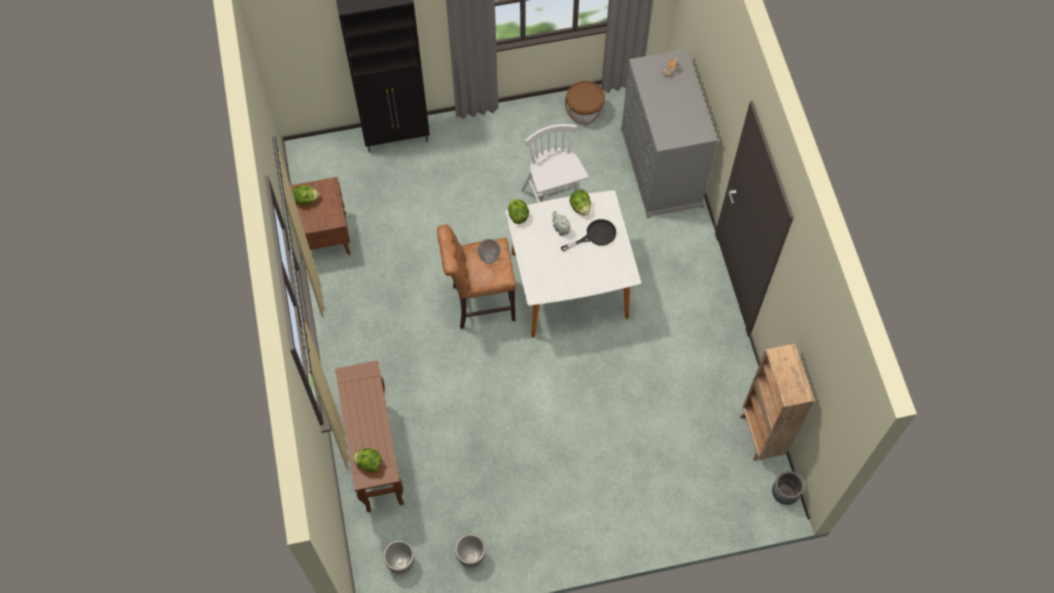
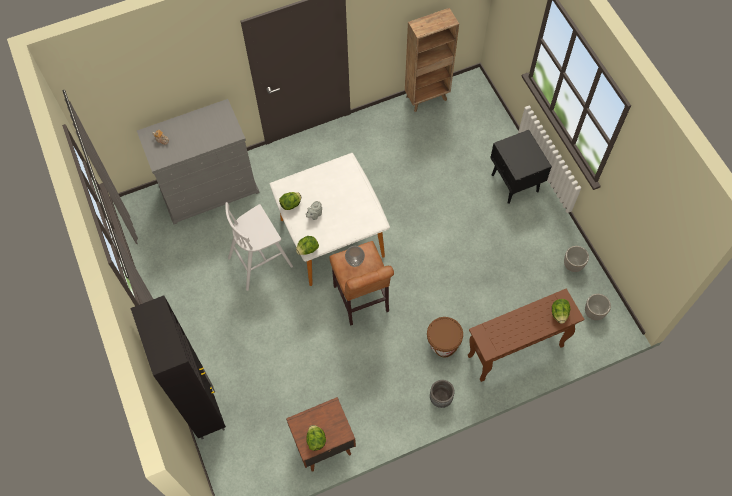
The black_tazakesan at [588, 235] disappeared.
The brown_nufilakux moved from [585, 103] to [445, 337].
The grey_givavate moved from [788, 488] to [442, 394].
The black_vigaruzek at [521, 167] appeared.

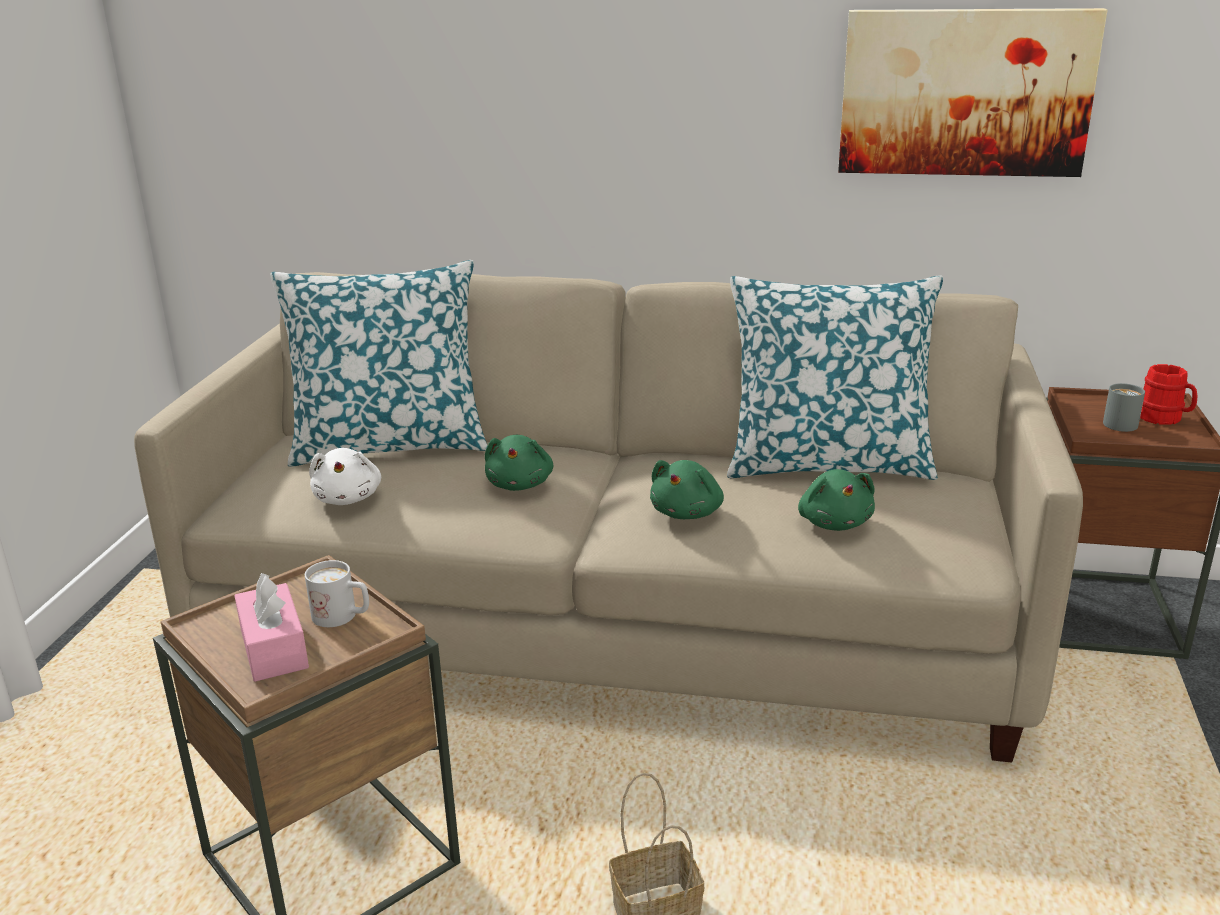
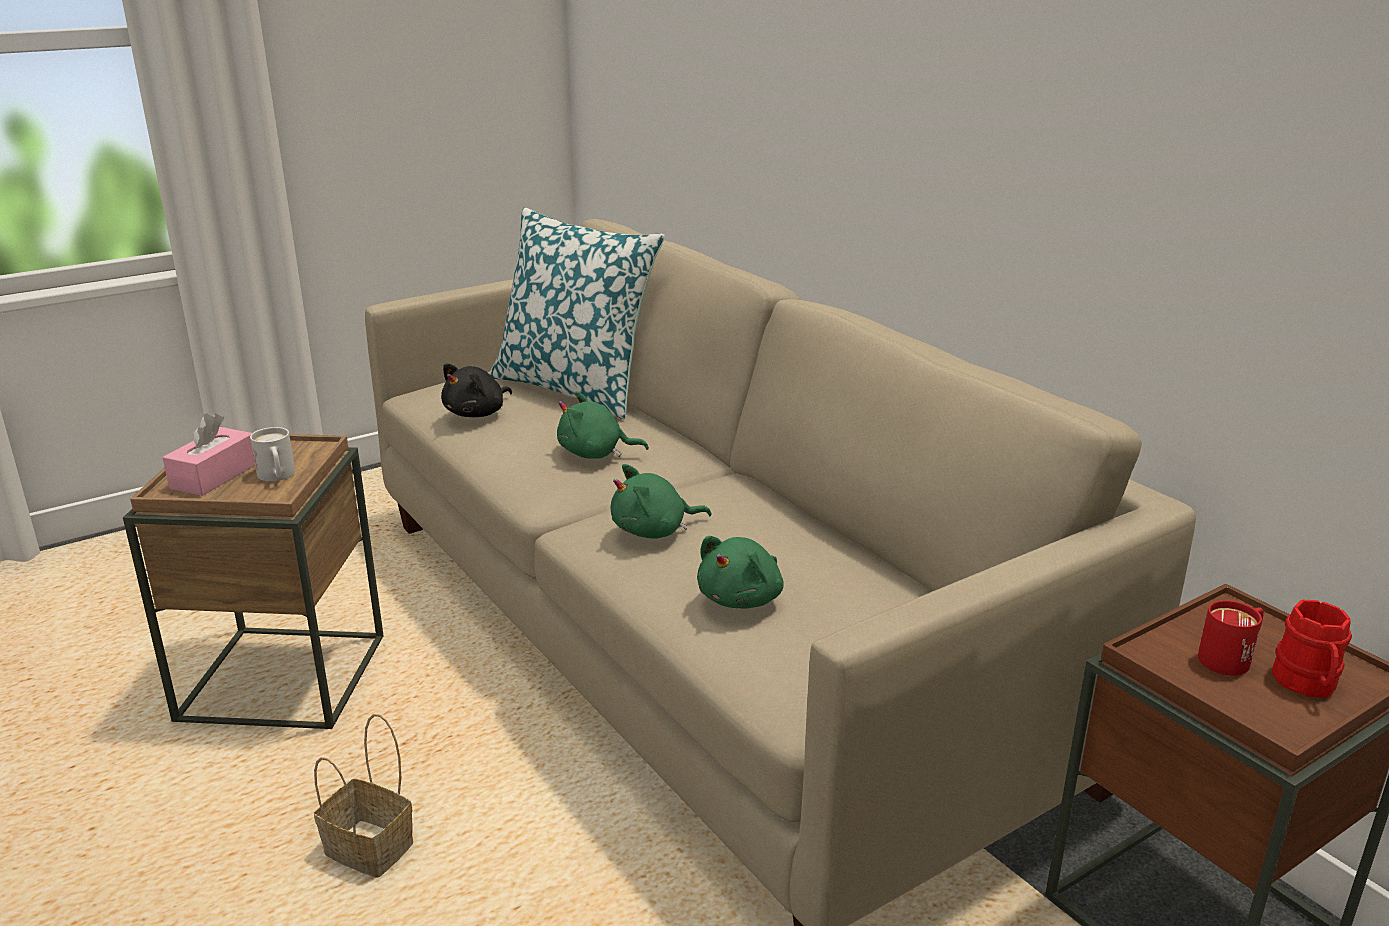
The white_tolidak at [345, 476] became the black_tolidak at [476, 390].
The green_tolidak at [519, 463] turned 45 degrees clockwise.
The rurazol at [835, 377] disappeared.
The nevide at [972, 92] disappeared.
The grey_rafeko at [1124, 407] became the red_rafeko at [1231, 638].

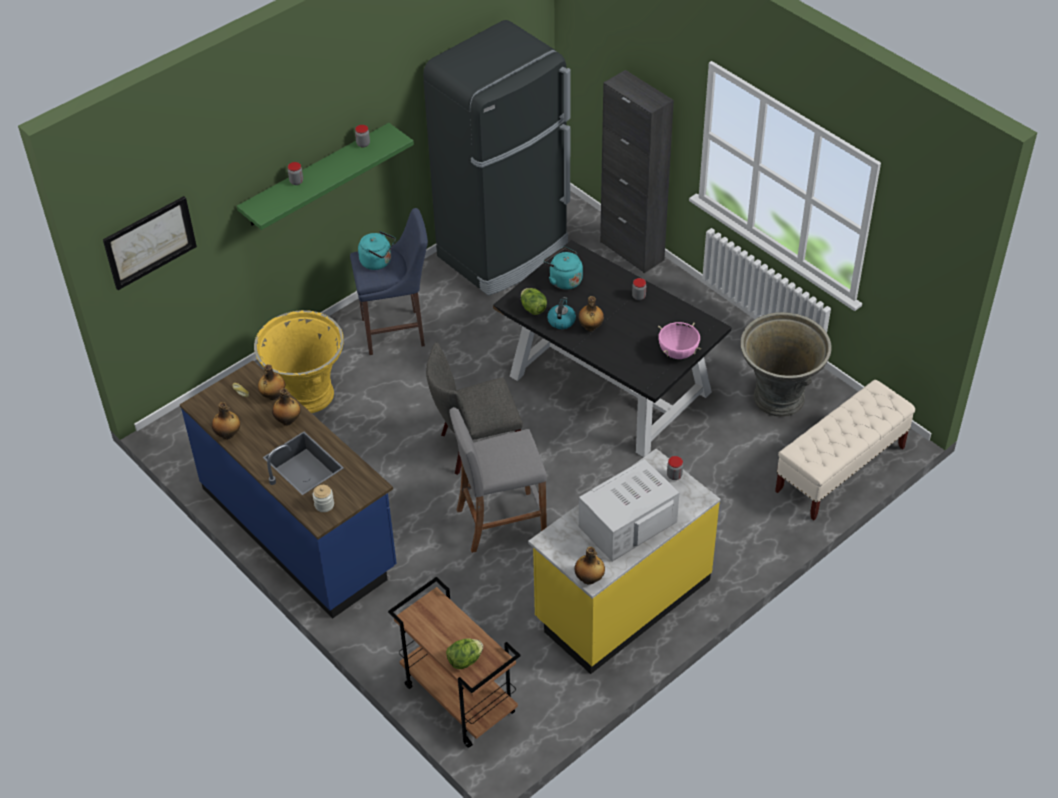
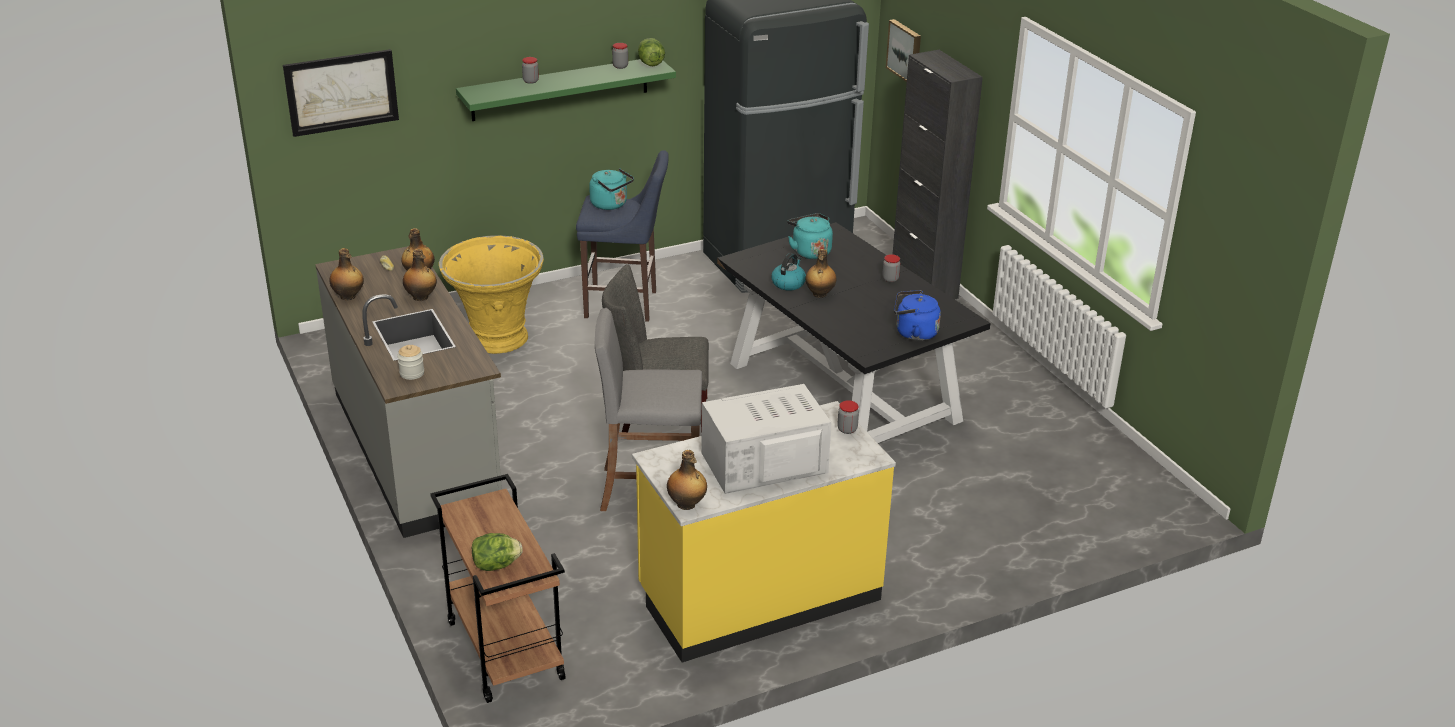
The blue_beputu at [288, 489] became the grey_beputu at [408, 392].
The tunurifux moved from [534, 301] to [651, 52].
The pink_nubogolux at [679, 340] was replaced by the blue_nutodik at [917, 315].
The grey_givavate at [786, 364] disappeared.
The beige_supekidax at [845, 450] disappeared.
The nevide at [903, 50] appeared.

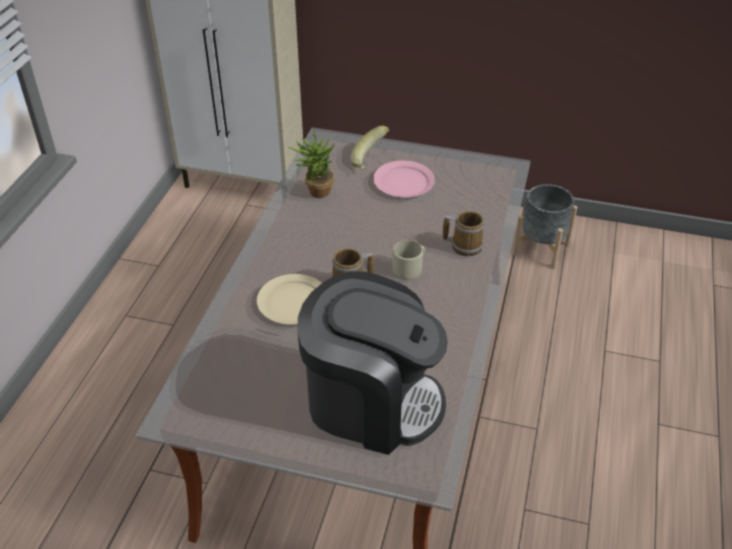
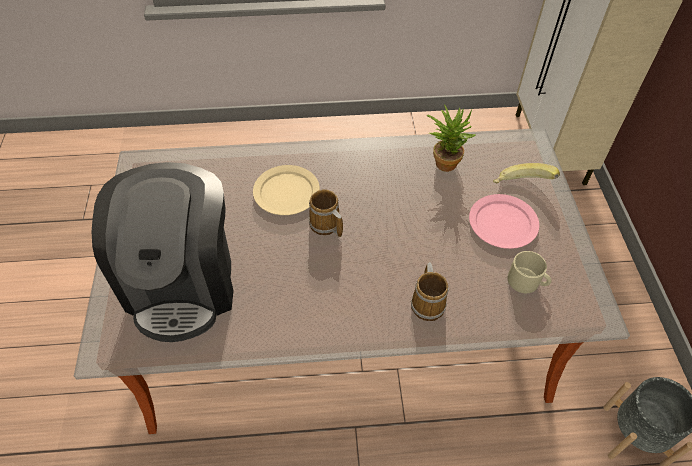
The beige_rafeko moved from [408, 260] to [530, 272].

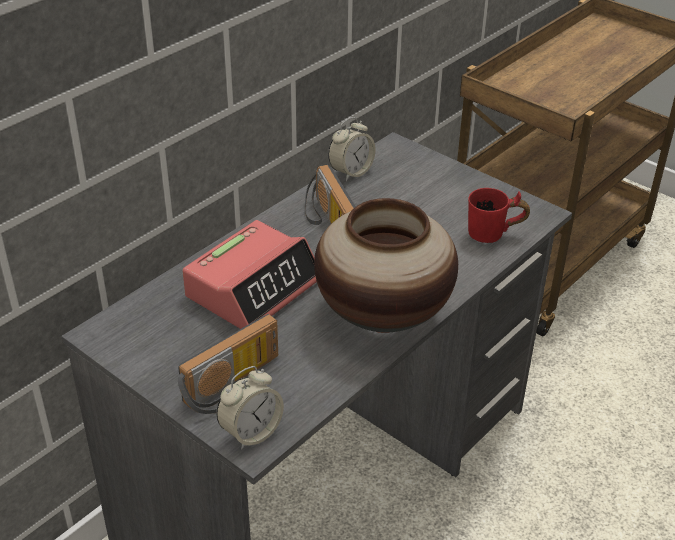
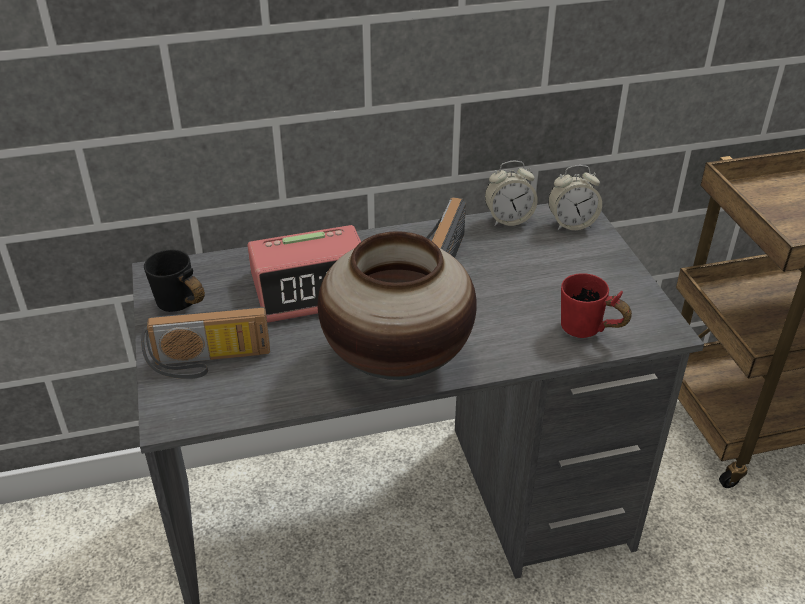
The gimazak moved from [250, 408] to [575, 197].
The black_rafeko at [174, 281] appeared.

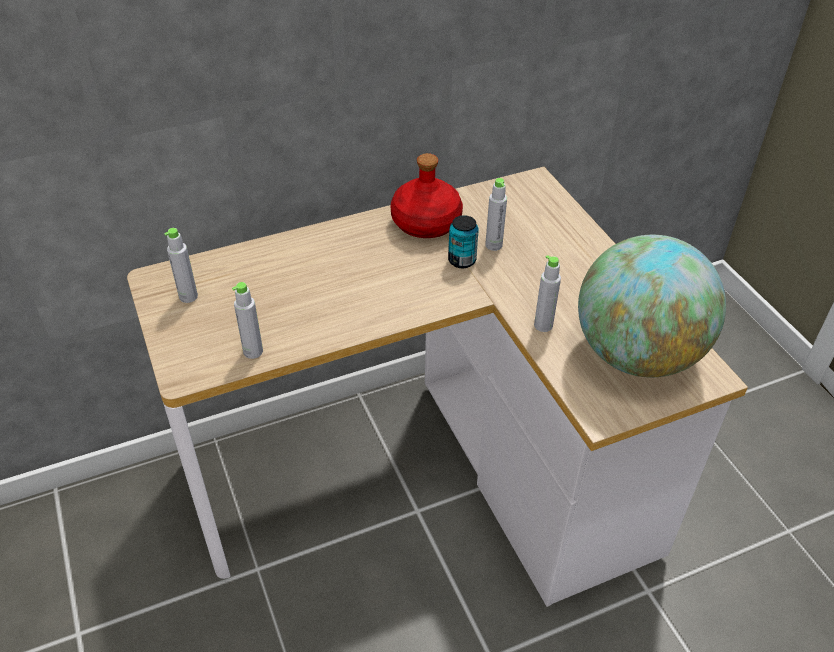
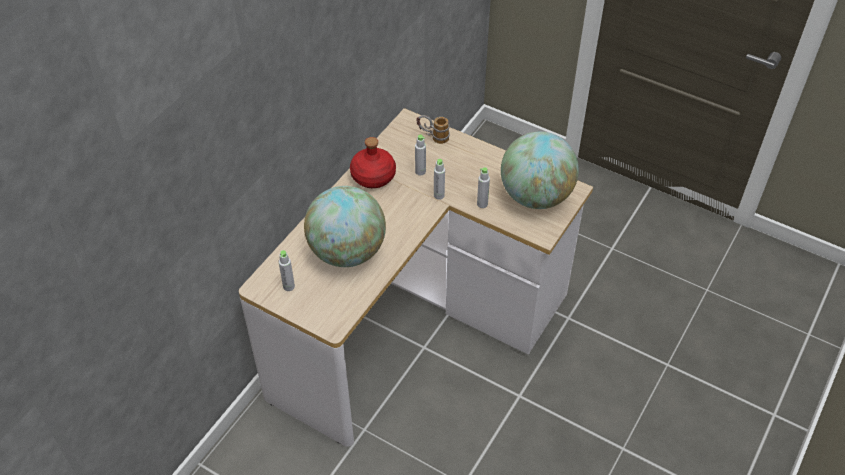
The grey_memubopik moved from [247, 320] to [439, 179].
The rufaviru at [463, 241] disappeared.
The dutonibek at [345, 226] appeared.
The rafeko at [433, 129] appeared.

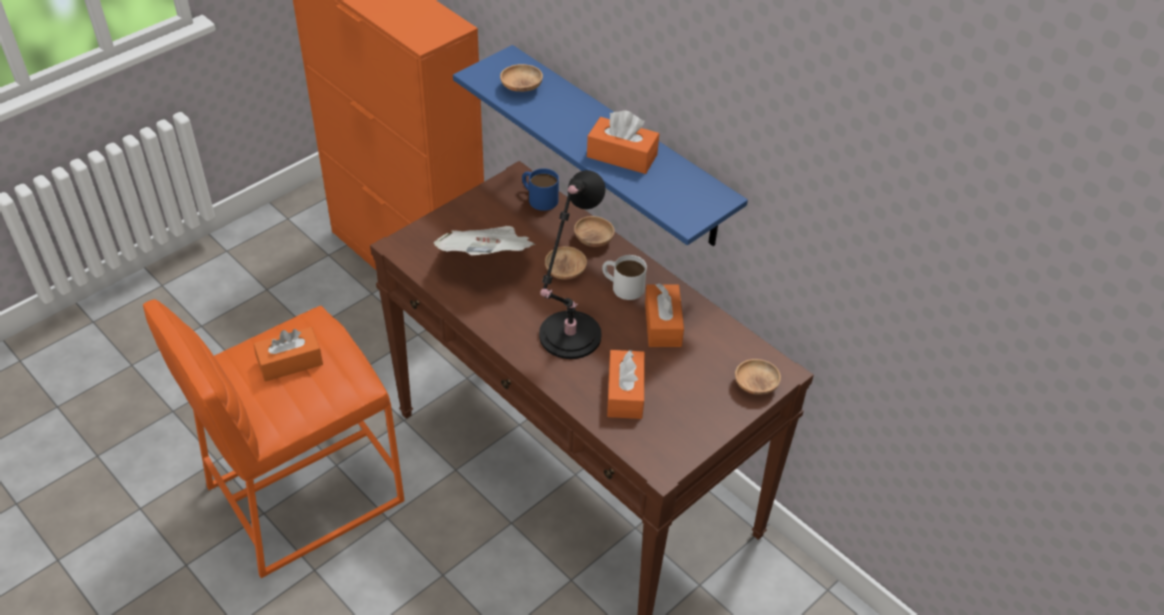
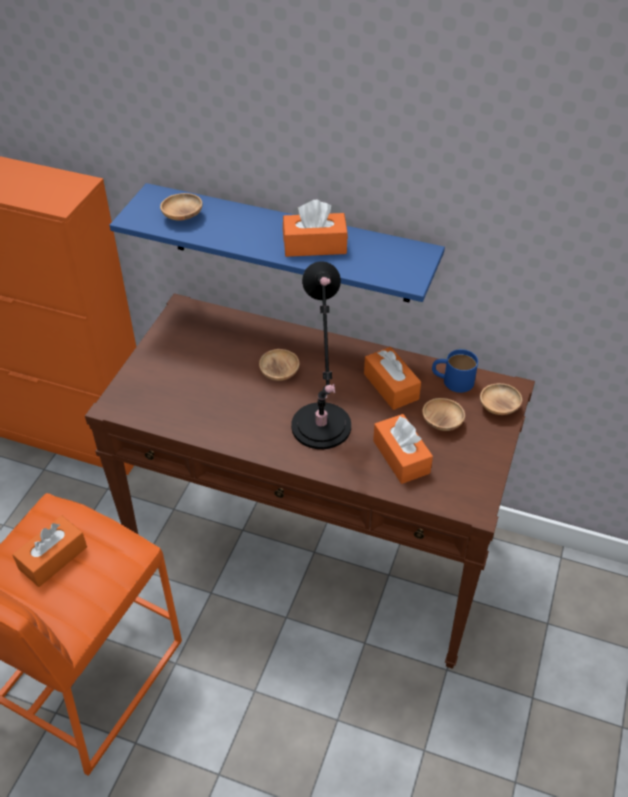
The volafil at [484, 240] disappeared.
The blue_rafeko moved from [540, 189] to [455, 371].
The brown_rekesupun moved from [594, 231] to [443, 414].
The white_rafeko at [624, 277] disappeared.

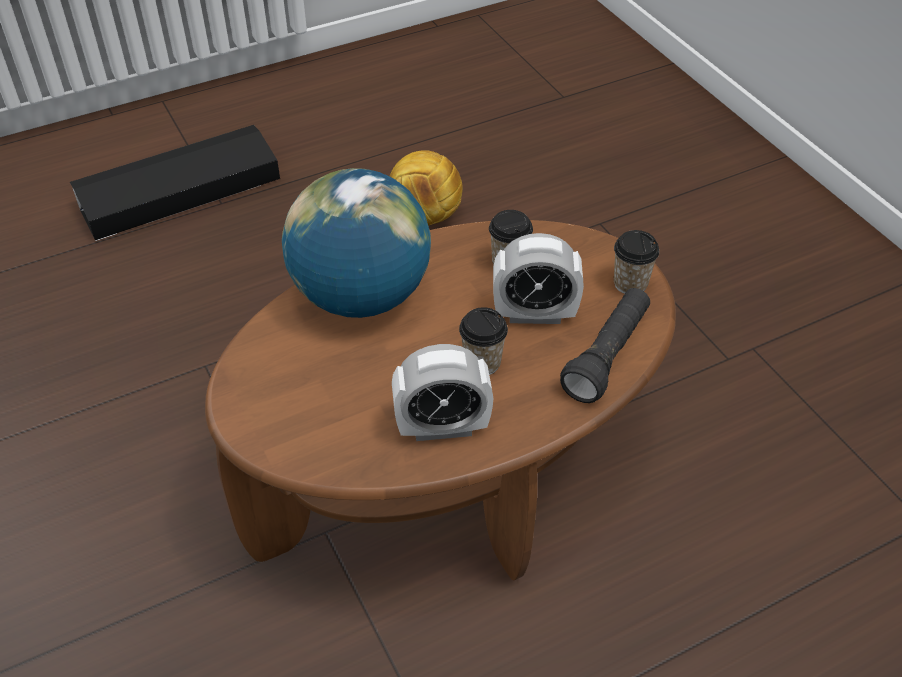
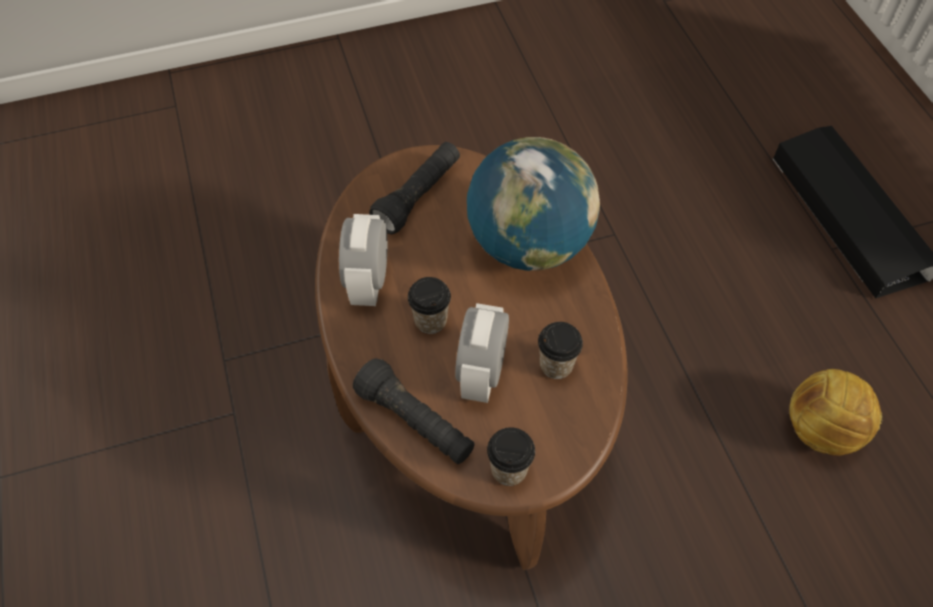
The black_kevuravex at [414, 188] appeared.

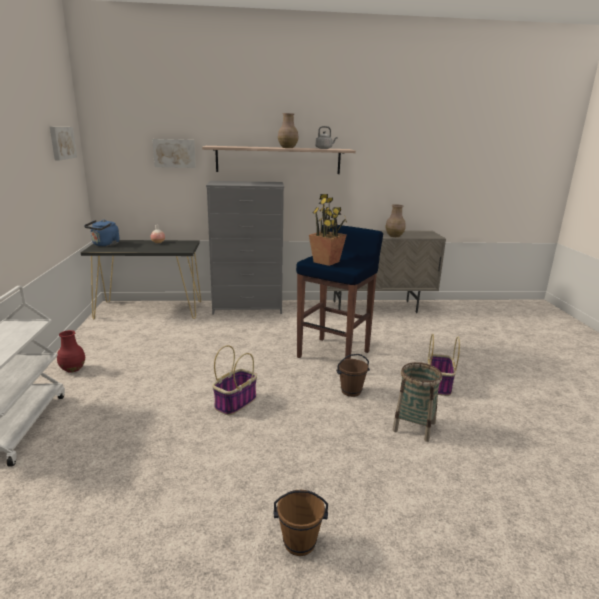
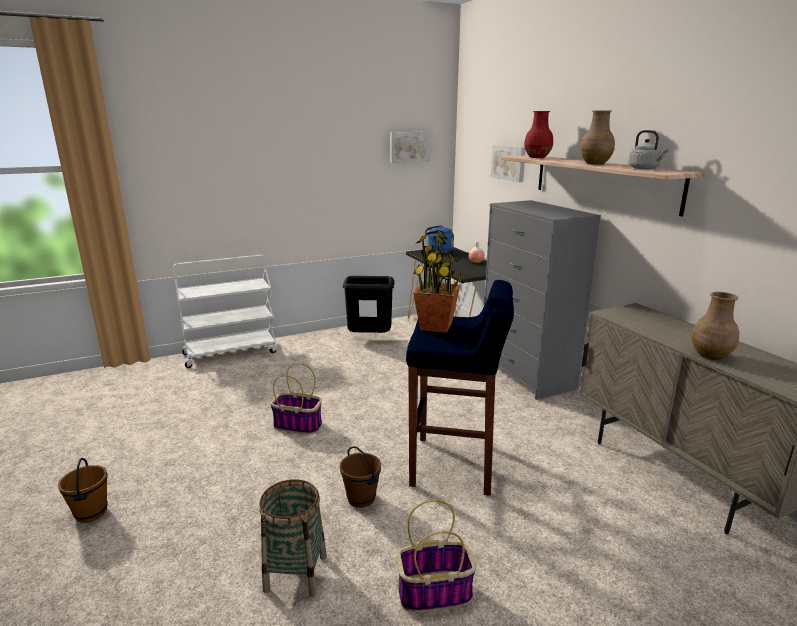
The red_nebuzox moved from [71, 351] to [538, 134].
The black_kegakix at [369, 304] appeared.

